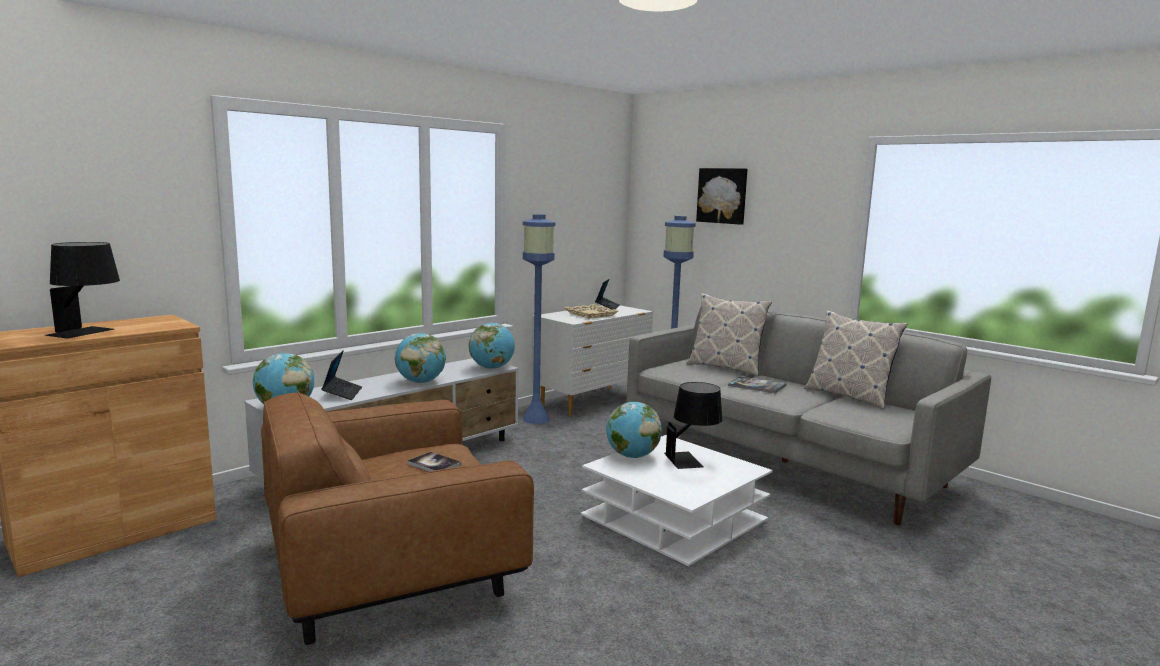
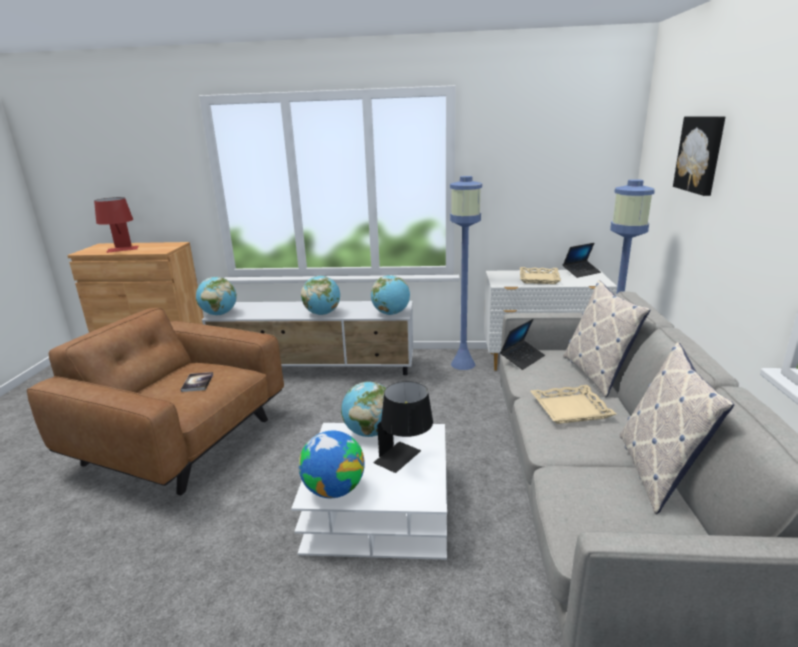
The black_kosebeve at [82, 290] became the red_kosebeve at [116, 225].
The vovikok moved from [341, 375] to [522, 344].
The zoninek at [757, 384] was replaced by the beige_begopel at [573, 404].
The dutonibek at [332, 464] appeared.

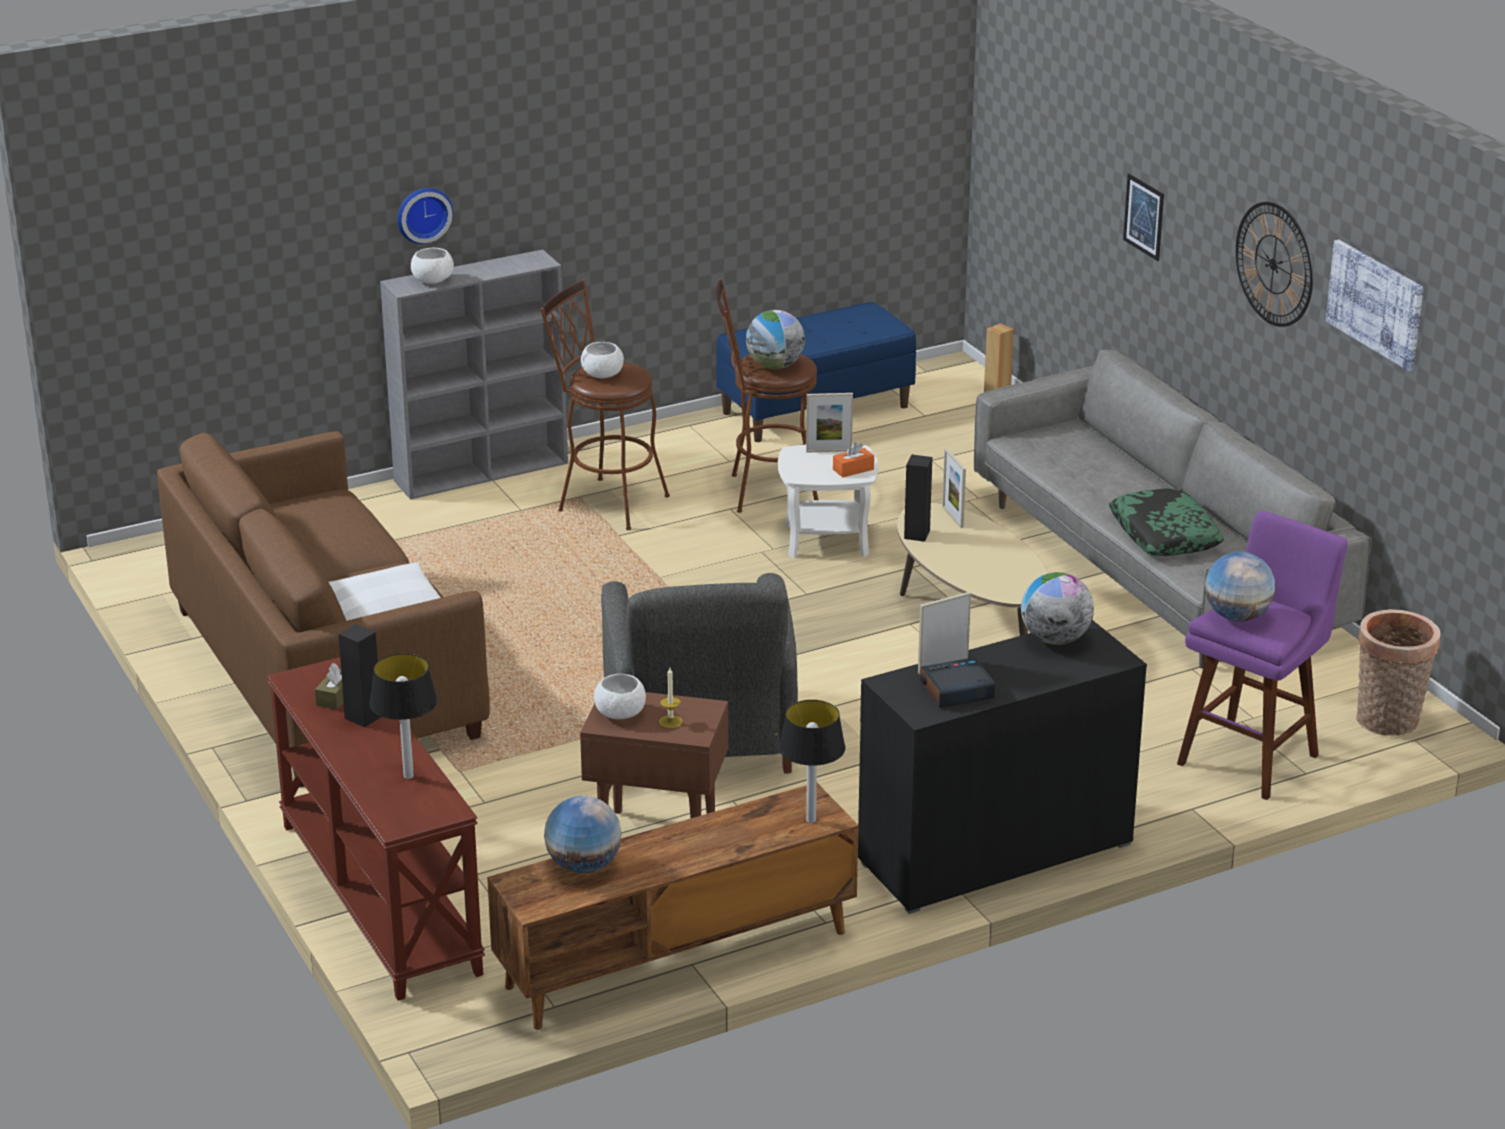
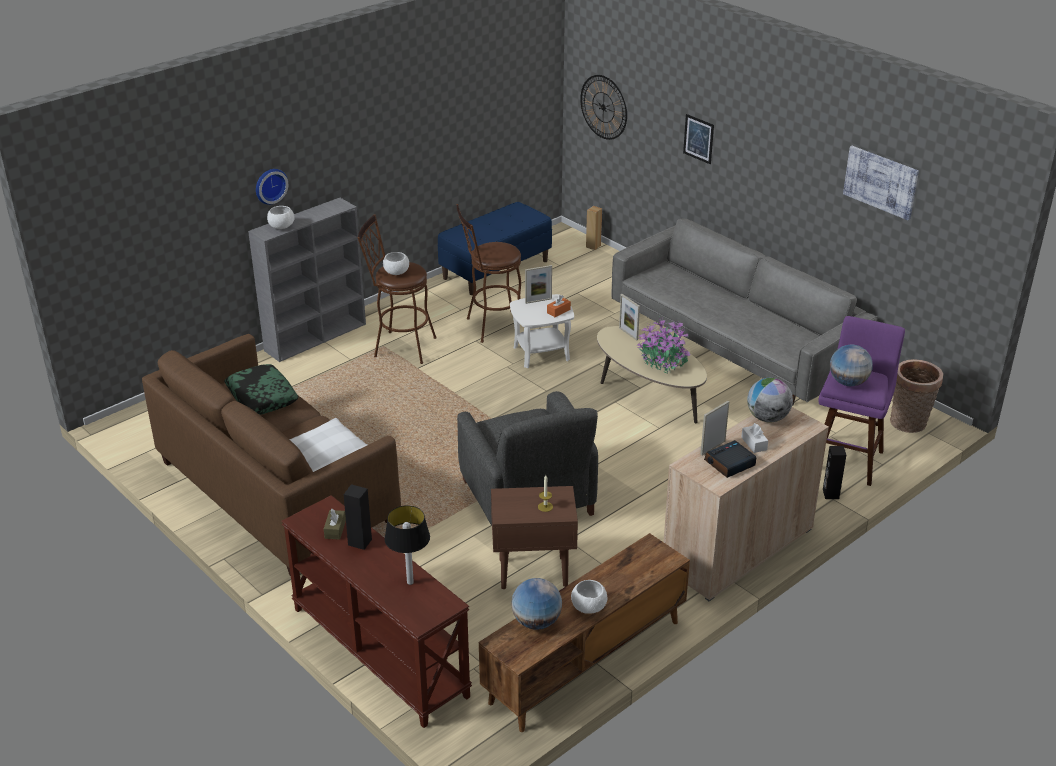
The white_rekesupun moved from [620, 696] to [589, 597].
The dutonibek at [775, 339] disappeared.
The kosebeve at [812, 761] disappeared.
The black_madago at [1002, 767] became the beige_madago at [746, 504].
The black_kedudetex moved from [918, 498] to [834, 472].
The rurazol moved from [1166, 522] to [262, 389].
The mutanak moved from [1274, 264] to [603, 107].
The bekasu at [664, 346] appeared.
The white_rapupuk at [754, 438] appeared.

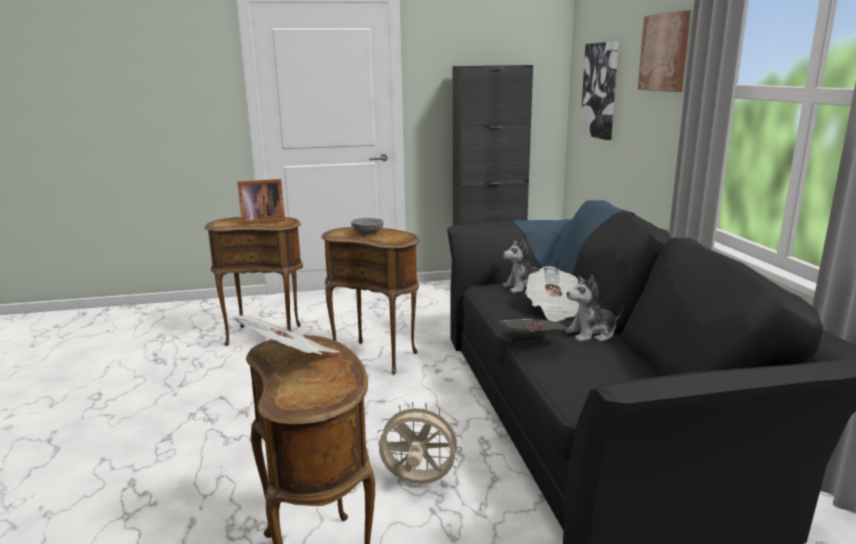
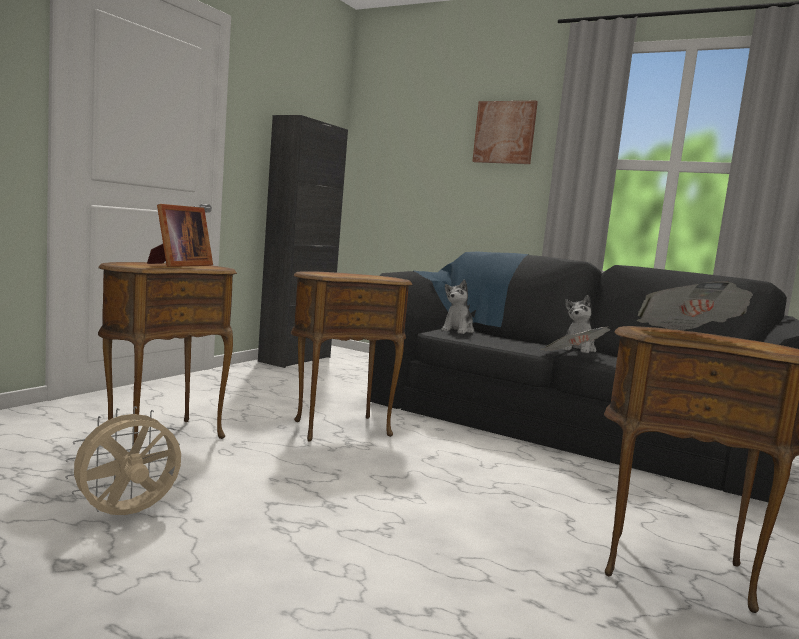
The grey_rekesupun at [367, 226] disappeared.
The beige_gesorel moved from [419, 443] to [123, 460].
The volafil at [552, 294] disappeared.
The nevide at [599, 90] disappeared.

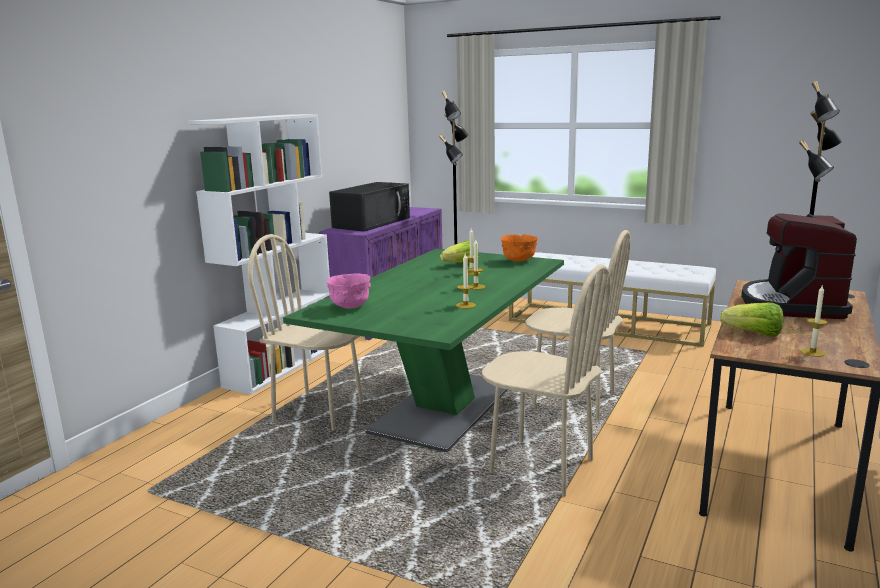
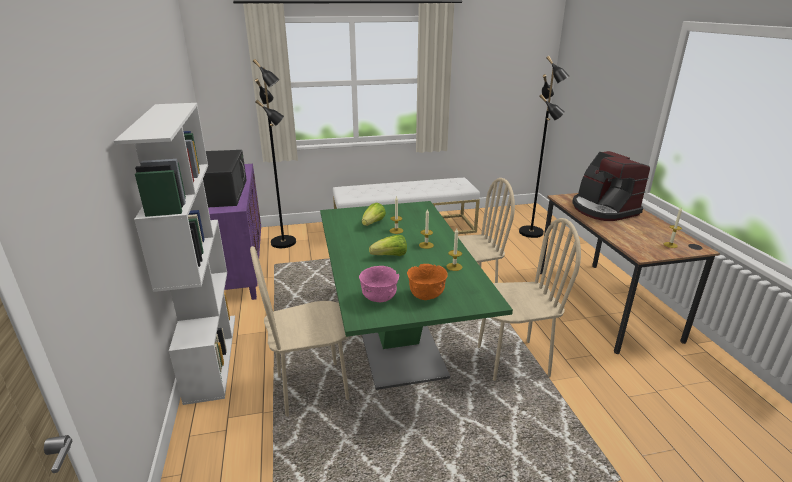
The orange_rekesupun moved from [519, 248] to [427, 282].
The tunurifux moved from [751, 319] to [388, 245].

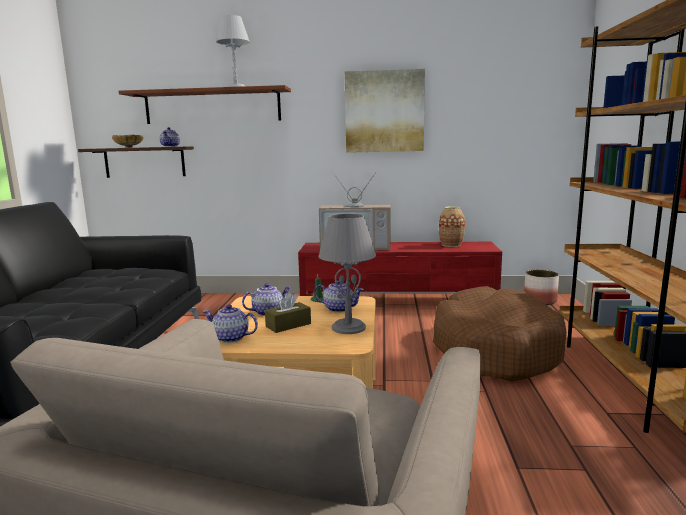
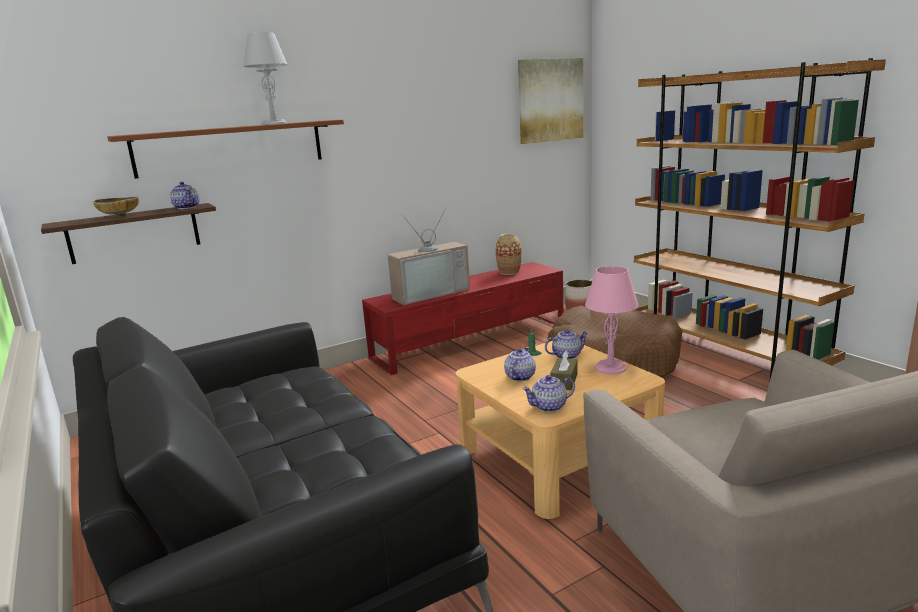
The grey_kosebeve at [347, 274] became the pink_kosebeve at [611, 320].
The nevide moved from [385, 111] to [550, 101].

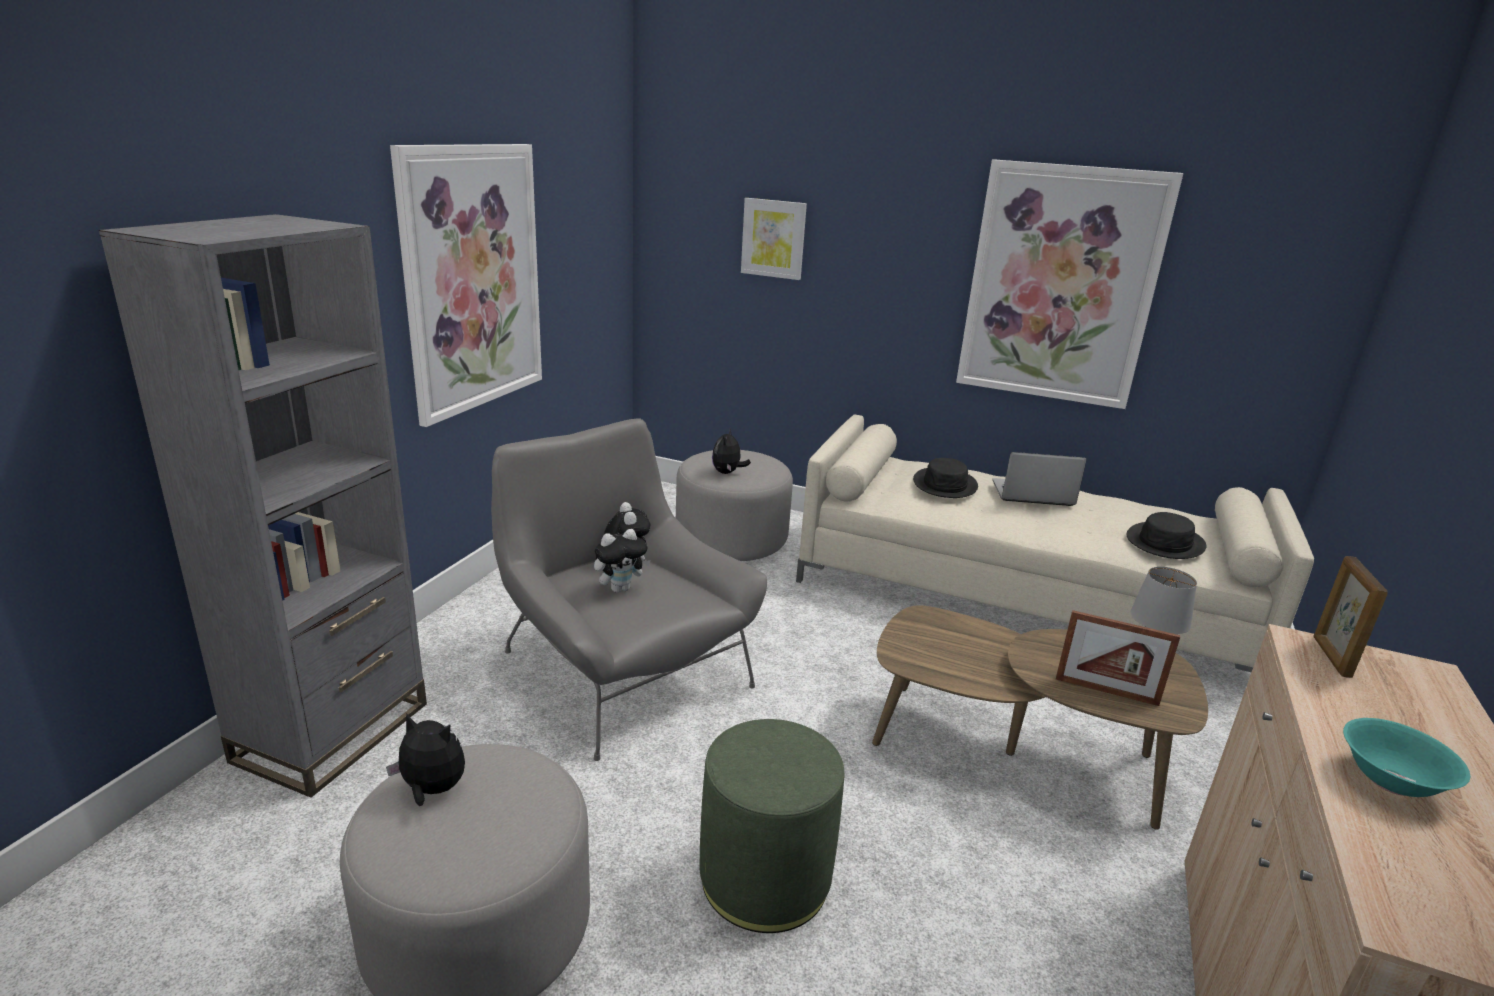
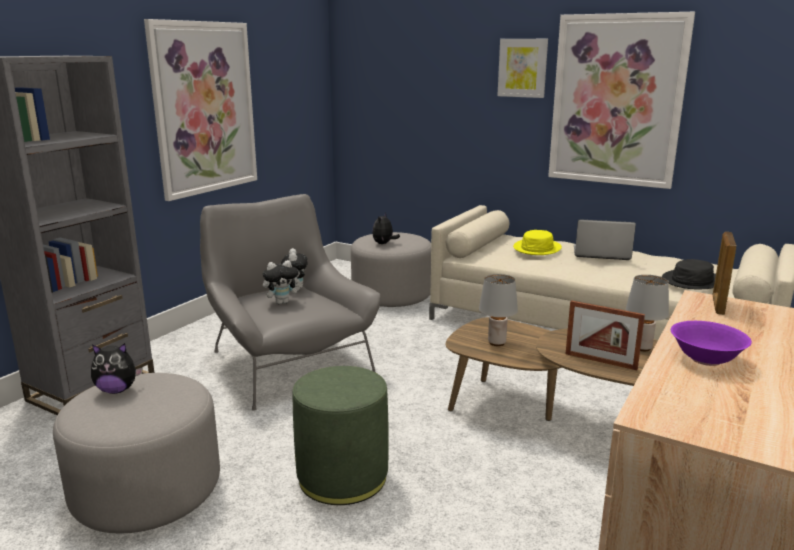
The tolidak at [425, 759] turned 150 degrees clockwise.
The nevide moved from [774, 239] to [522, 68].
The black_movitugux at [945, 478] became the yellow_movitugux at [537, 242].
The turquoise_rekesupun at [1406, 757] became the purple_rekesupun at [711, 343].
The grey_kosebeve at [498, 310] appeared.

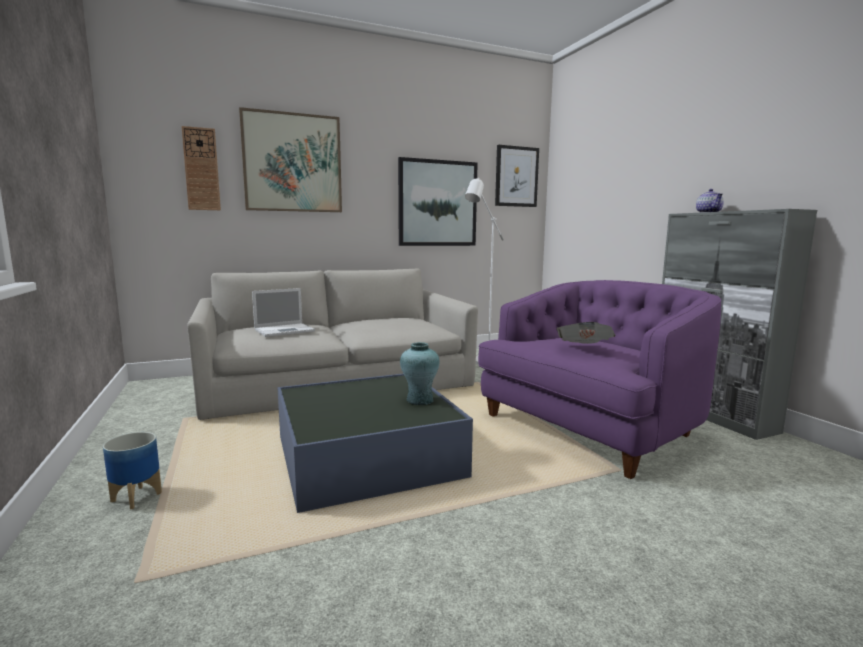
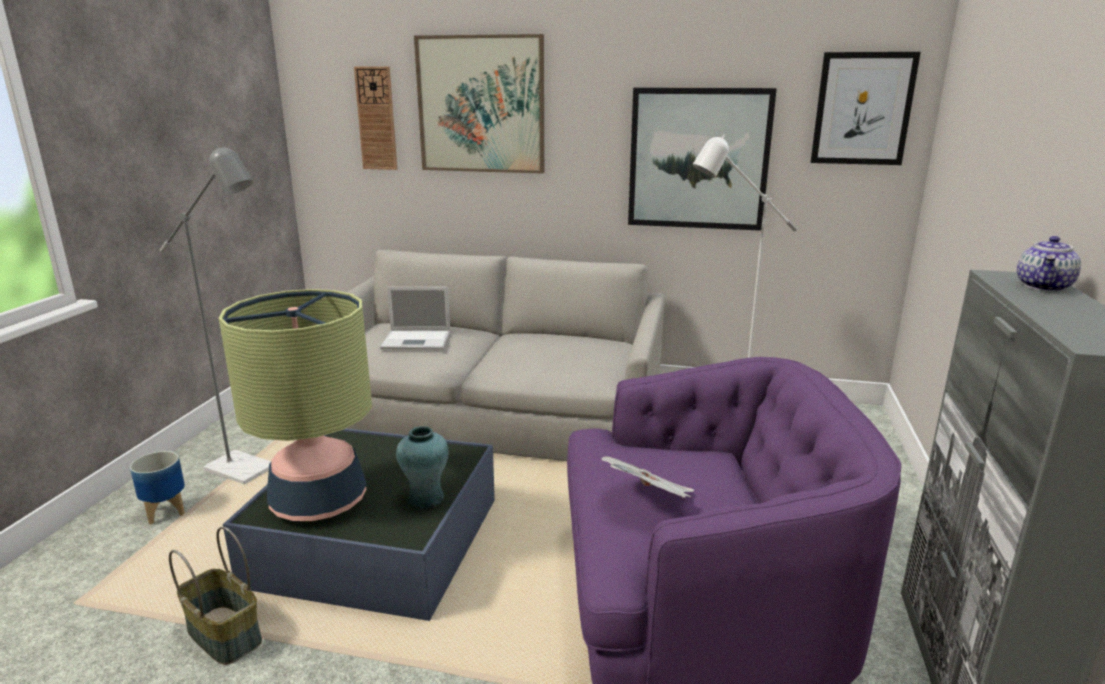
The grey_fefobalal at [215, 314] appeared.
The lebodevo at [215, 596] appeared.
The kosebeve at [295, 405] appeared.

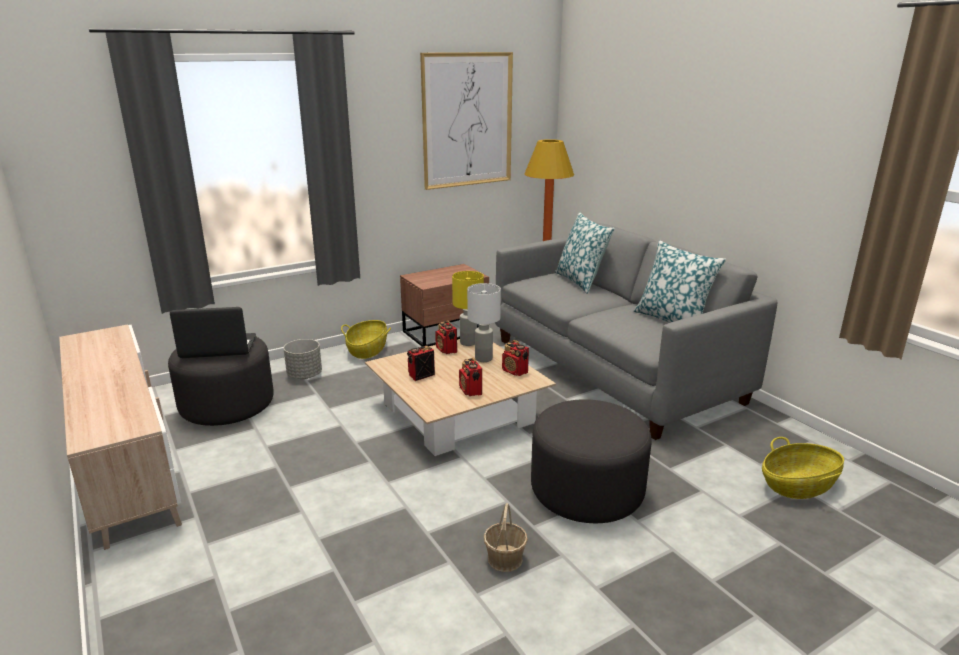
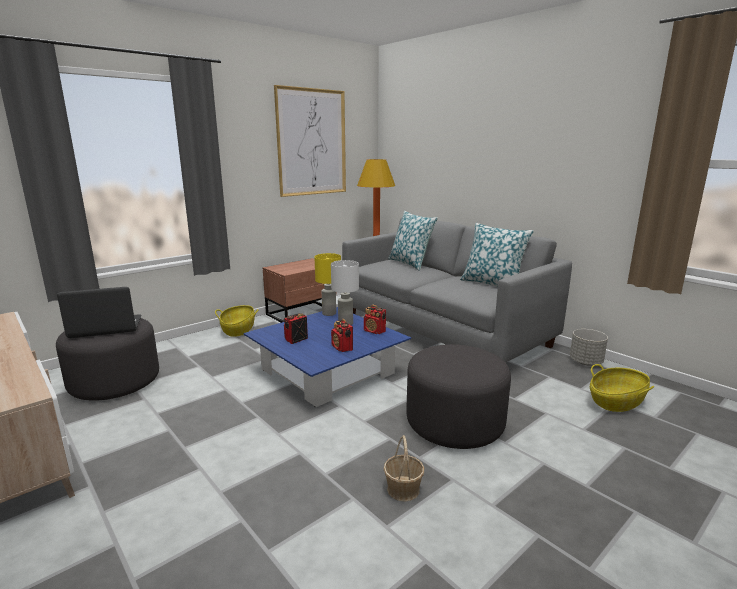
The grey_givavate moved from [302, 359] to [589, 347].
The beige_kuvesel at [460, 397] became the blue_kuvesel at [327, 357].
The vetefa at [446, 337] disappeared.

